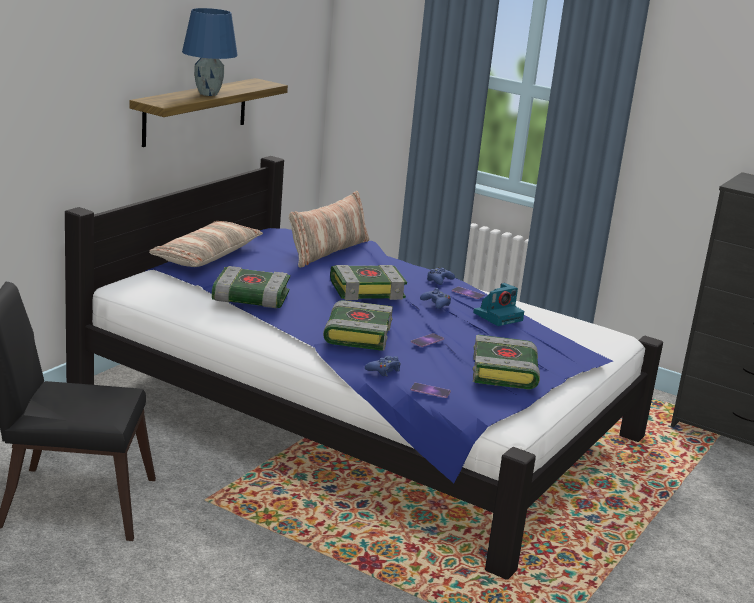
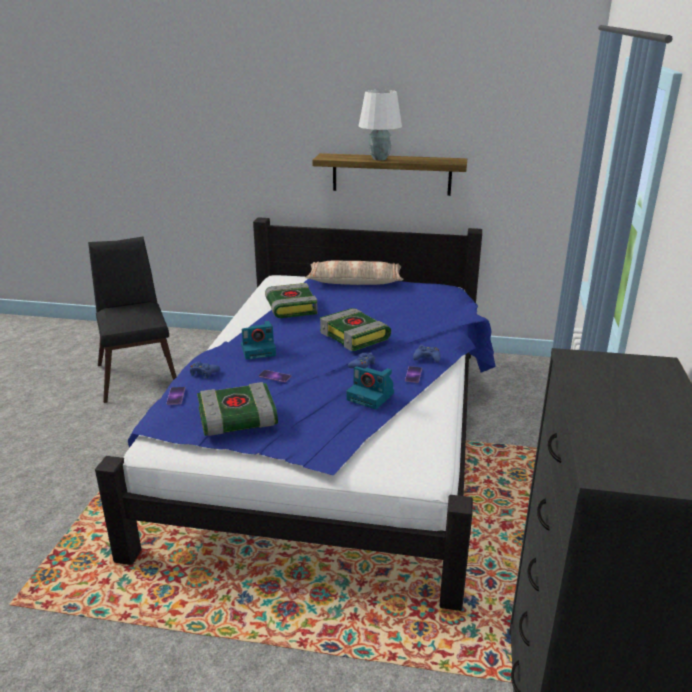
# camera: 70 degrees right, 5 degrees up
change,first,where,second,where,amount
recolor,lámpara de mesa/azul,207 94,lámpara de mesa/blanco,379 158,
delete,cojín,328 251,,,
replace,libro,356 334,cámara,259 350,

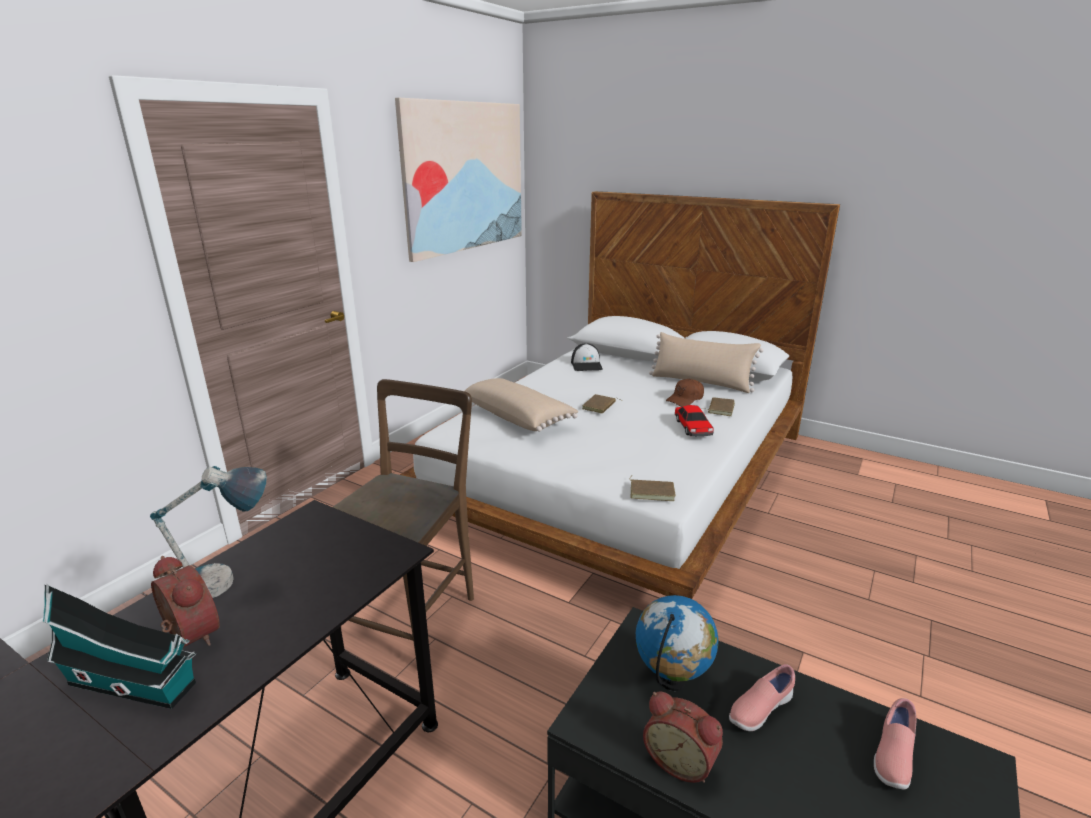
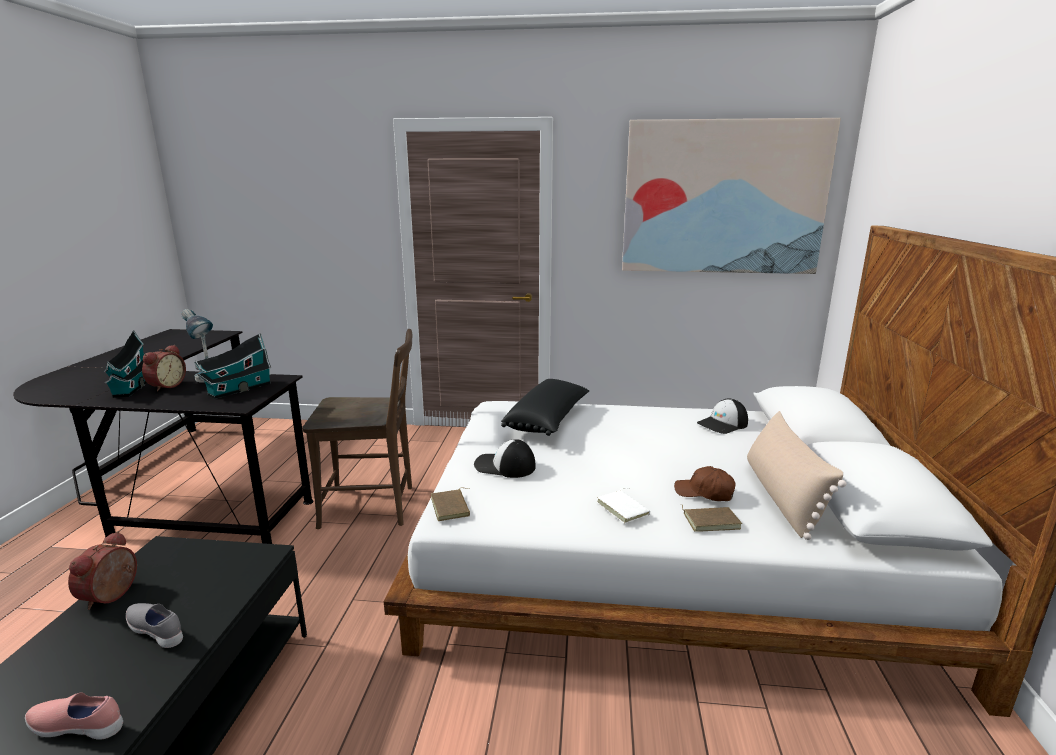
# camera: 65 degrees right, 5 degrees down
change,first,where,second,where,amount
recolor,cojín/beis,518 417,cojín/negro,549 420,
delete,libro/marrón,600 406,,,
delete,globo terráqueo,671 682,,,
replace,coche de juguete,693 428,libro/blanco,624 508,
recolor,zapato/rosa,759 709,zapato/gris,157 631,
insert,,,casita,237 390,
insert,,,gorra,504 466,

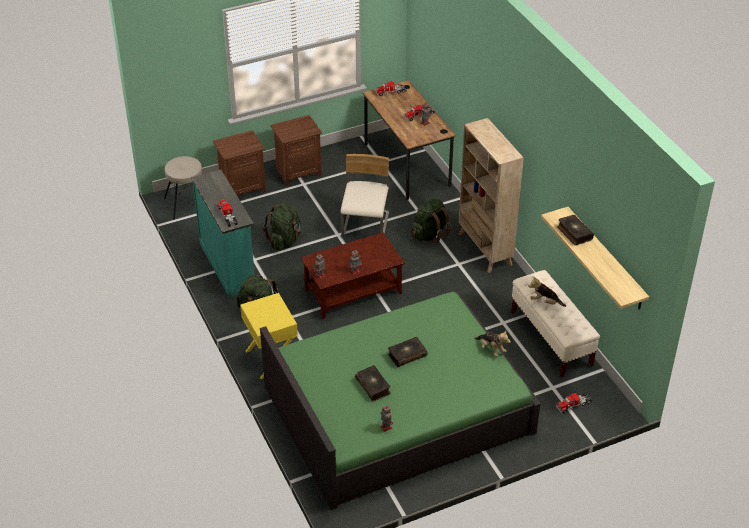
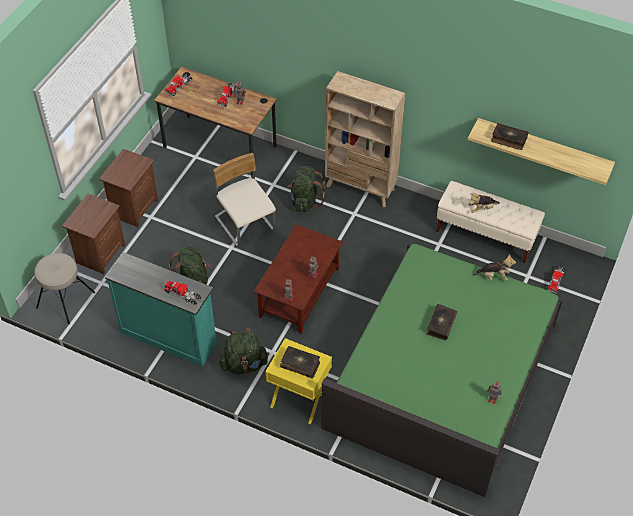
# camera: 40 degrees left, 10 degrees up
change,first,where,second,where,amount
move,libro,373 386,,300 364,

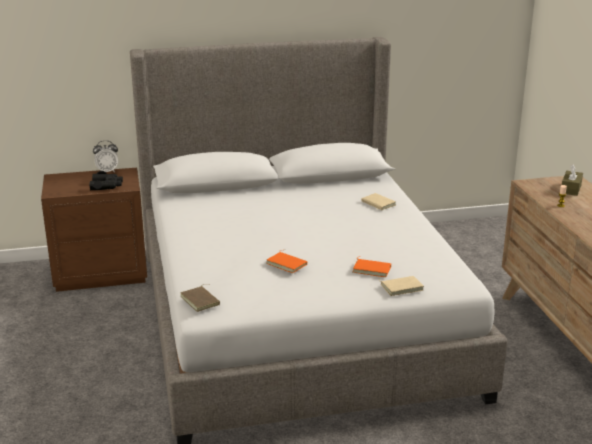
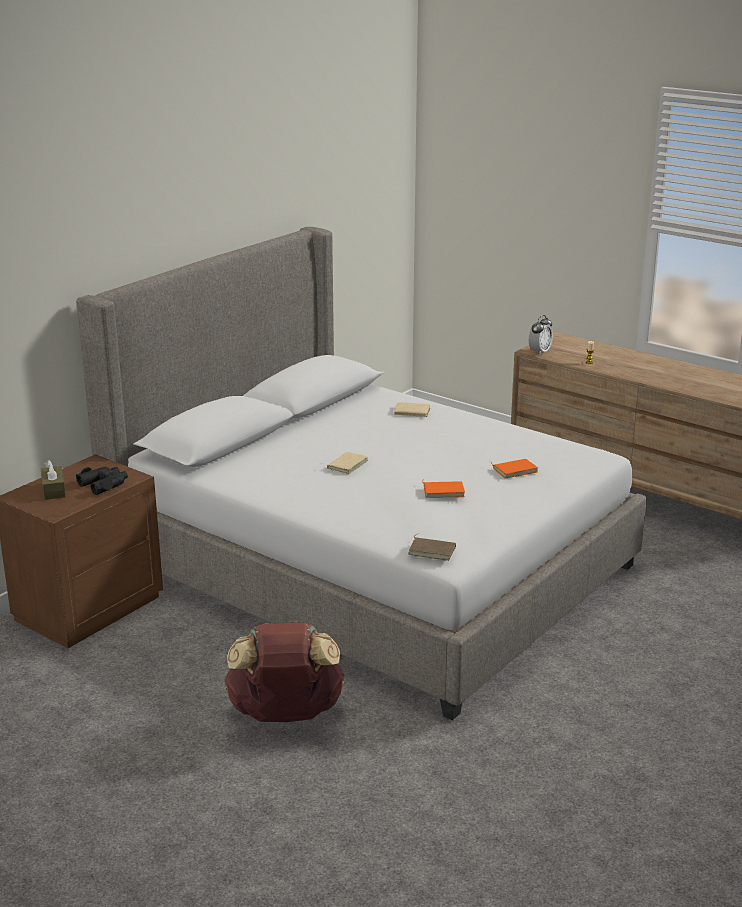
# camera: 40 degrees left, 0 degrees up
change,first,where,second,where,amount
move,despertador,107 171,,539 352,
move,libro/beis,401 287,,346 465,
move,caja de pañuelos/marrón,571 189,,54 490,
insert,,,mochila/marrón,285 715,

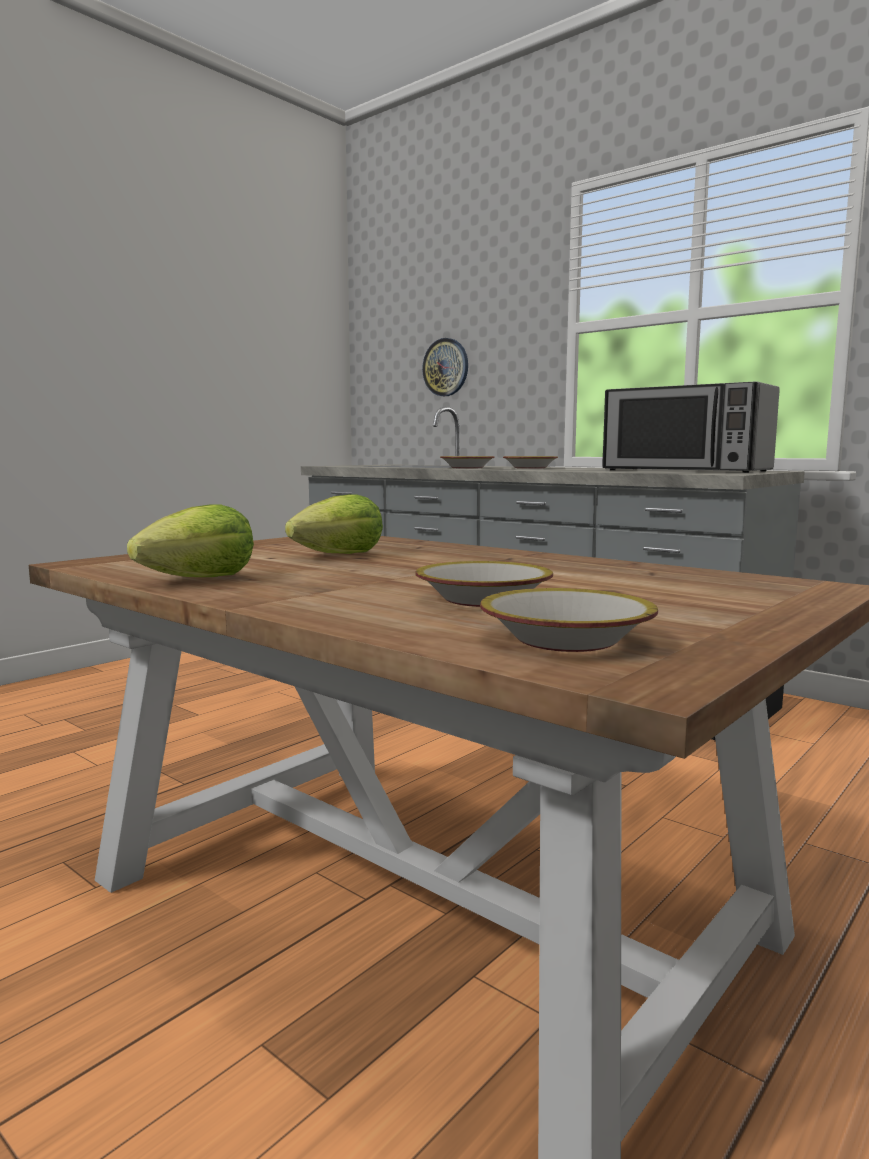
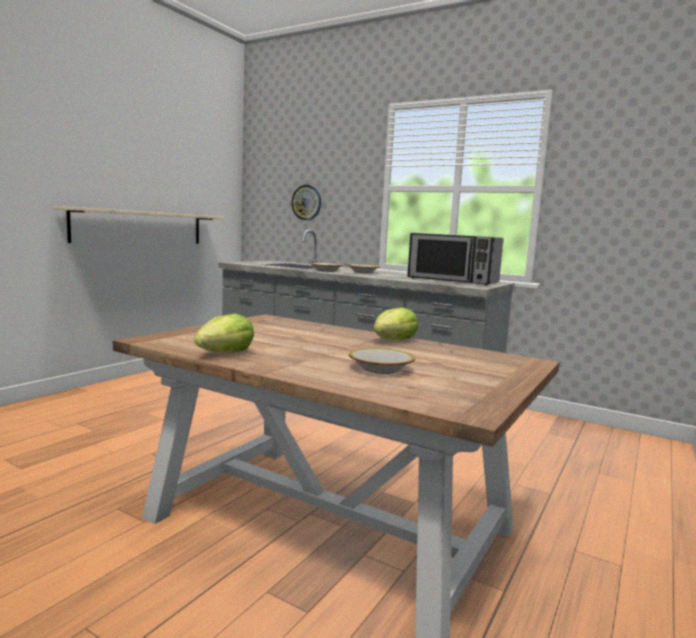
# camera: 10 degrees left, 0 degrees up
change,first,where,second,where,amount
move,lechuga,339 555,,394 340,
delete,cuenco,565 639,,,
insert,,,estante/beis,140 227,

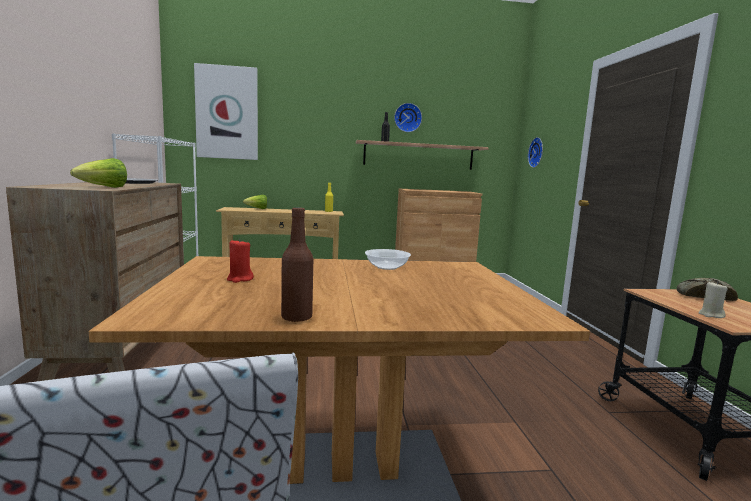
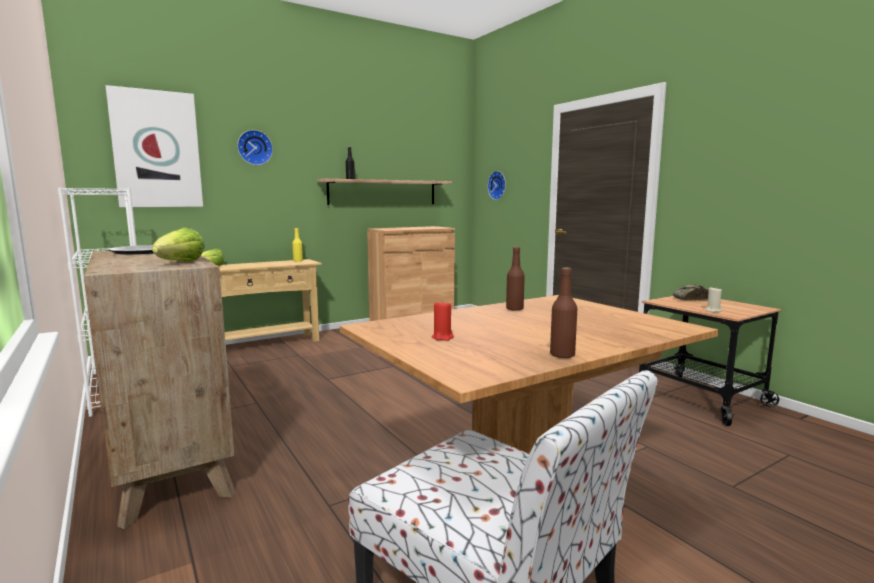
# camera: 25 degrees left, 0 degrees up
change,first,where,second,where,amount
replace,cuenco,386 267,botella/marrón,514 309,
move,reloj de pared,407 117,,254 147,

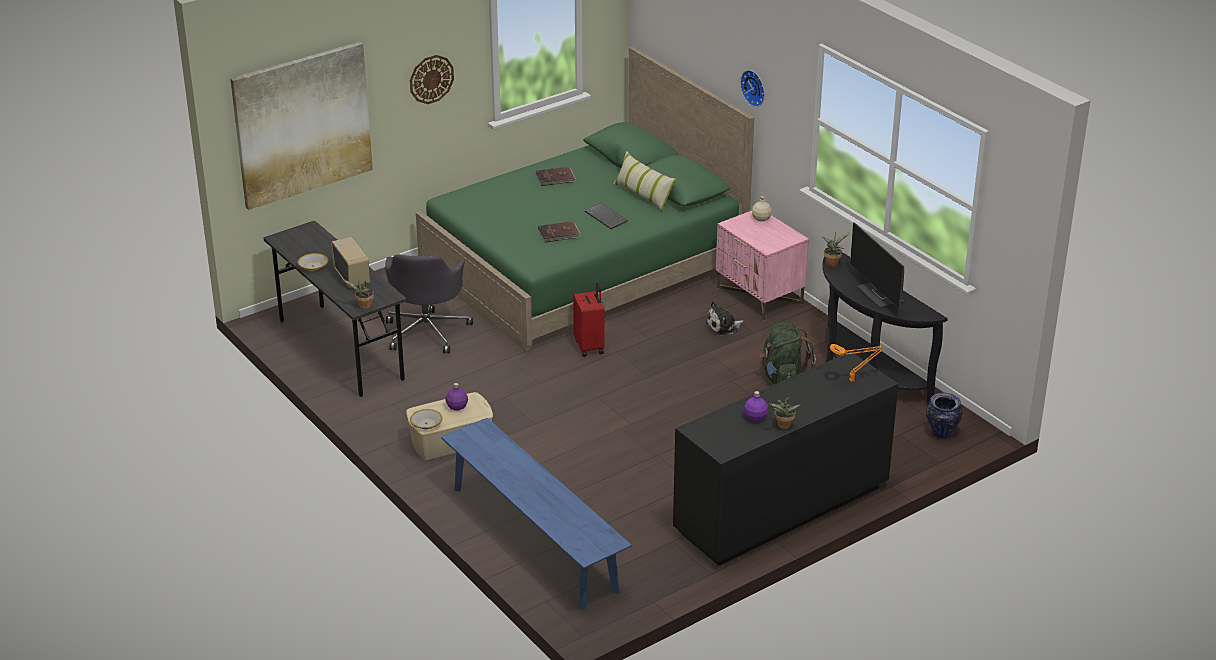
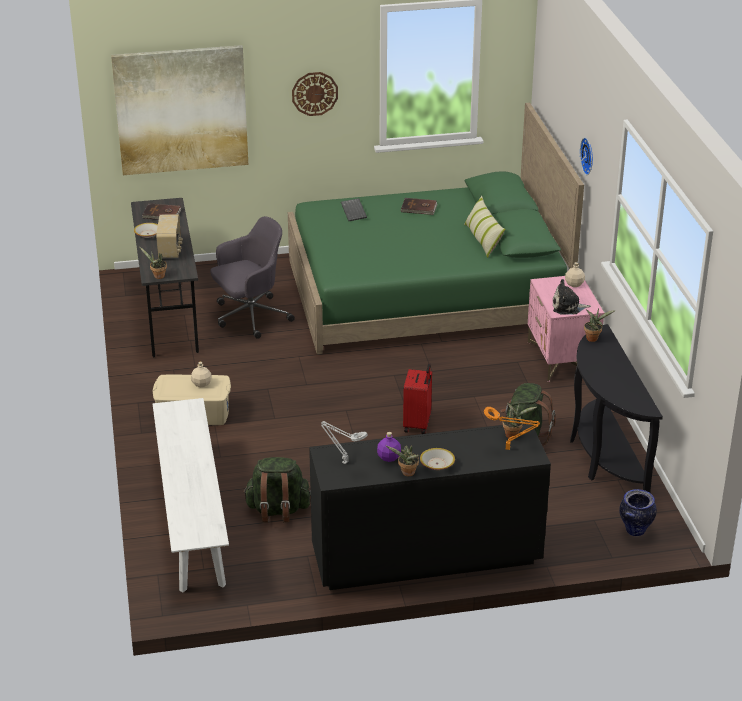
# camera: 25 degrees right, 0 degrees up
change,first,where,second,where,amount
rotate,silla de oficina/gris,427 331,,250 317,150 degrees counterclockwise
move,cuenco,426 424,,437 464,
recolor,banco/azul,534 539,banco/blanco,192 517,
recolor,botella/morado,457 407,botella/beis,202 384,
move,libro/marrón,559 234,,162 214,
move,maleta/rojo,590 346,,418 424,
move,teclado,607 217,,354 211,
move,peluche,724 327,,568 307,
delete,monitor,881 295,,,
insert,,,mochila/verde,278 510,
insert,,,lámpara de mesa/gris,343 462,
insert,,,planta en maceta,513 434,

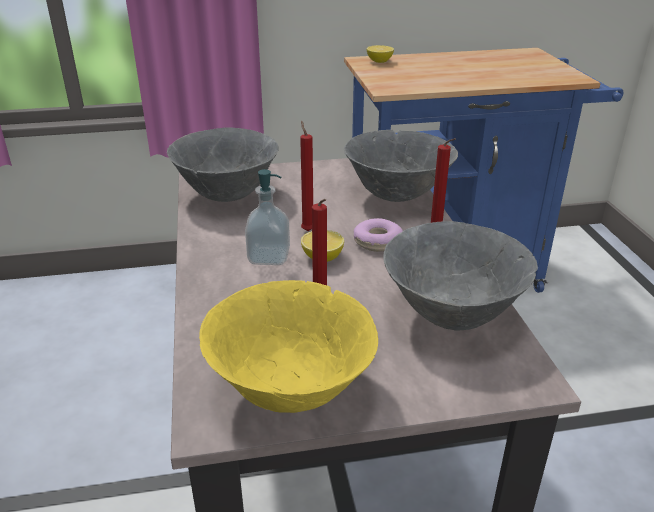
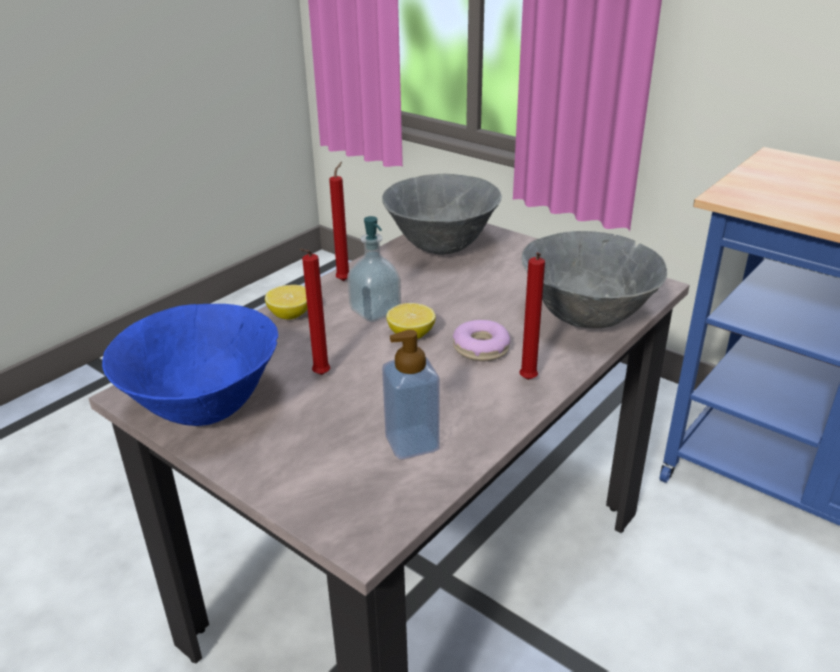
# camera: 50 degrees right, 0 degrees up
change,first,where,second,where,amount
recolor,cuenco/amarillo,290 391,cuenco/azul,205 409,
move,vela/rojo,307 230,,345 280,
move,limón,379 61,,290 315,
replace,cuenco/gris,452 315,dispensador de jabón,412 443,

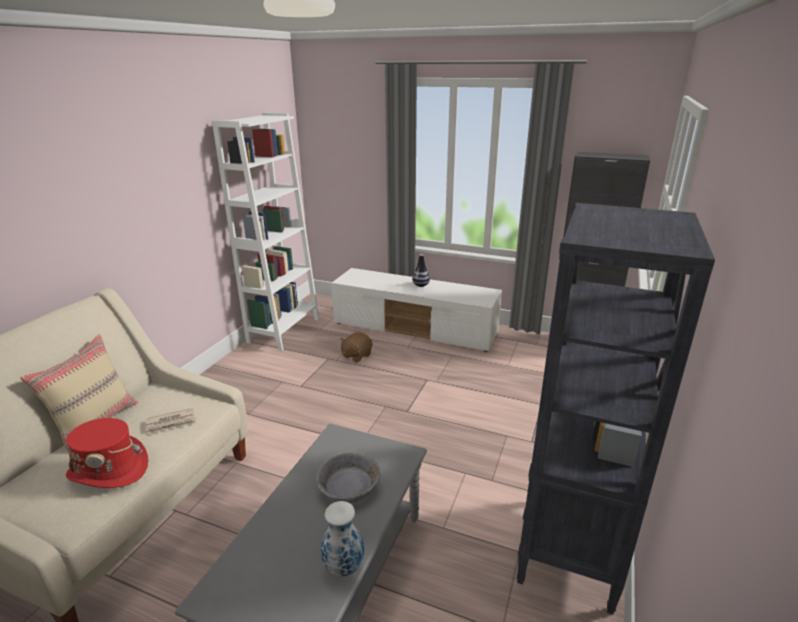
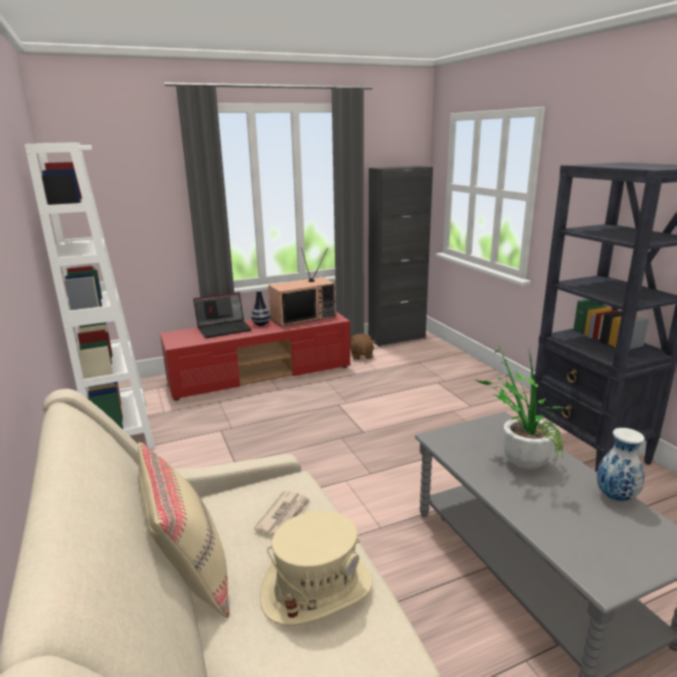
# camera: 45 degrees left, 5 degrees down
change,first,where,second,where,amount
recolor,sombrero/rojo,109 469,sombrero/beis,317 589,
replace,cuenco/gris,349 487,planta en maceta,518 458,
recolor,mueble de televisión/blanco,416 329,mueble de televisión/rojo,261 374,
move,peluche/marrón,356 355,,361 355,
insert,,,portátil,224 328,
insert,,,televisor,303 317,

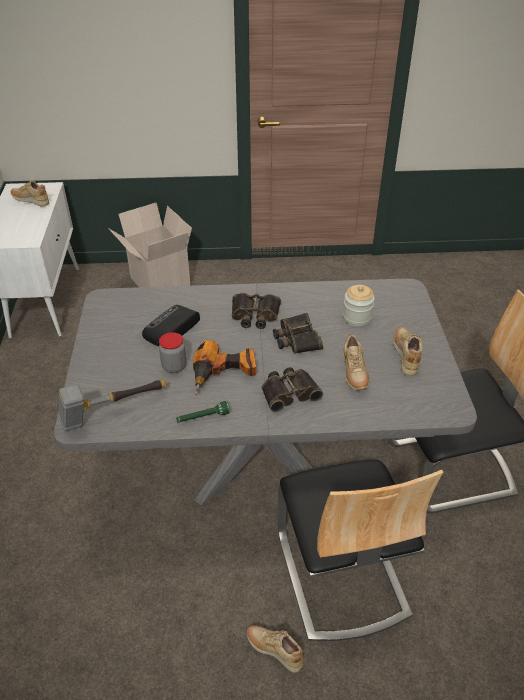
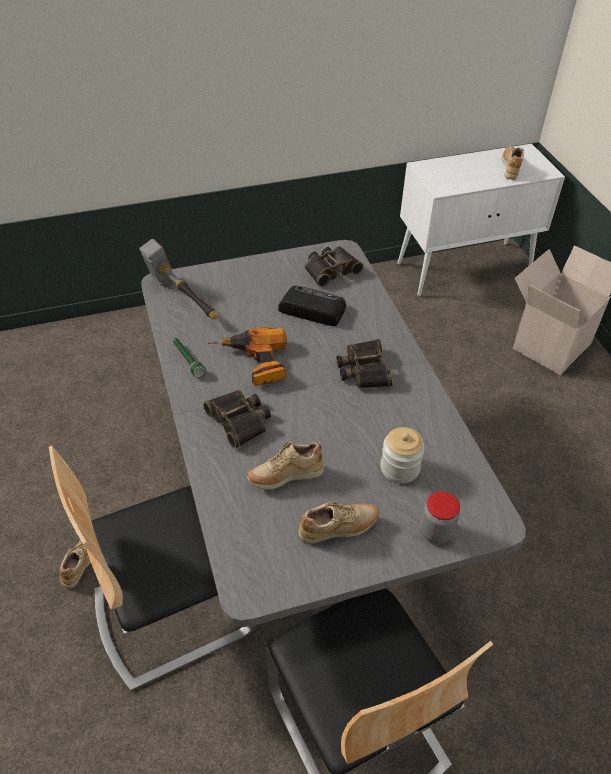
# camera: 75 degrees right, 5 degrees up
change,first,where,second,where,amount
move,tarro,174 366,,436 532,
move,prismáticos,296 339,,330 269,

